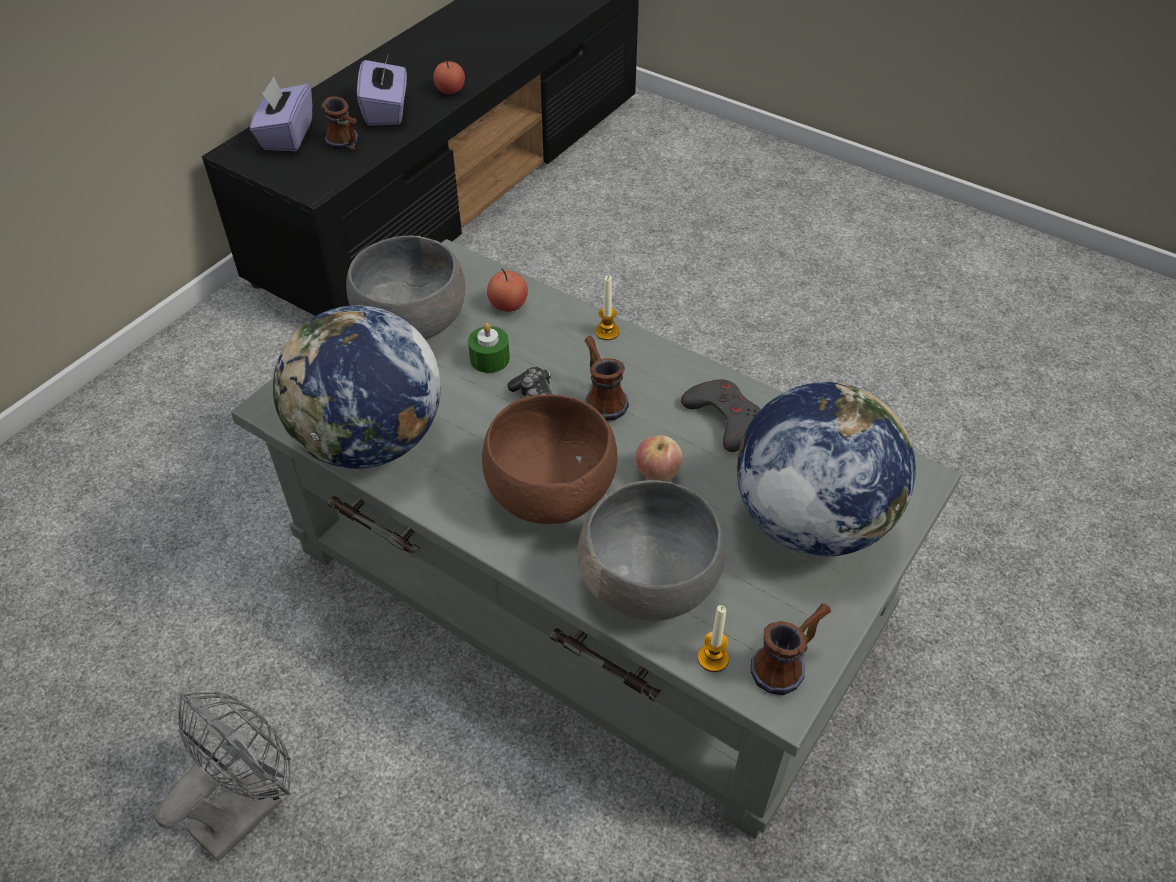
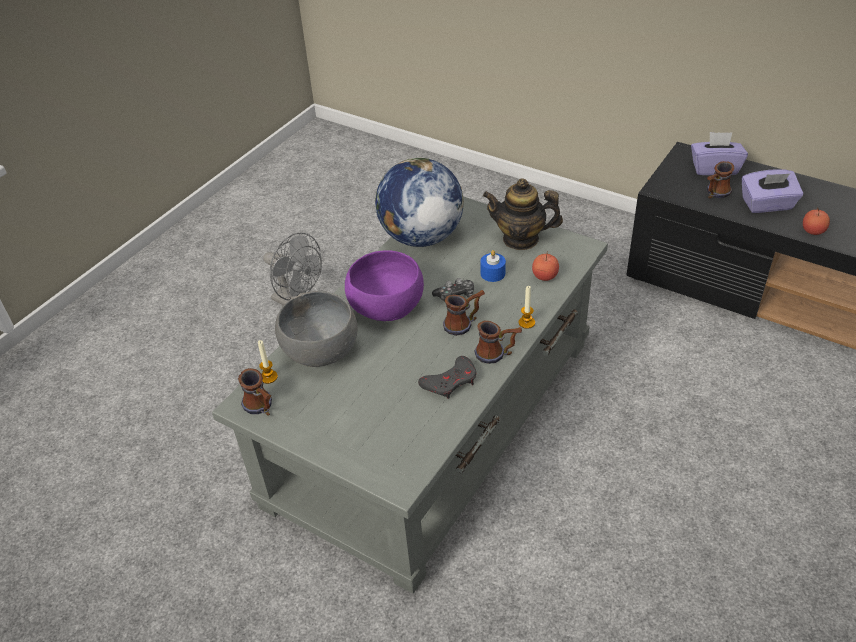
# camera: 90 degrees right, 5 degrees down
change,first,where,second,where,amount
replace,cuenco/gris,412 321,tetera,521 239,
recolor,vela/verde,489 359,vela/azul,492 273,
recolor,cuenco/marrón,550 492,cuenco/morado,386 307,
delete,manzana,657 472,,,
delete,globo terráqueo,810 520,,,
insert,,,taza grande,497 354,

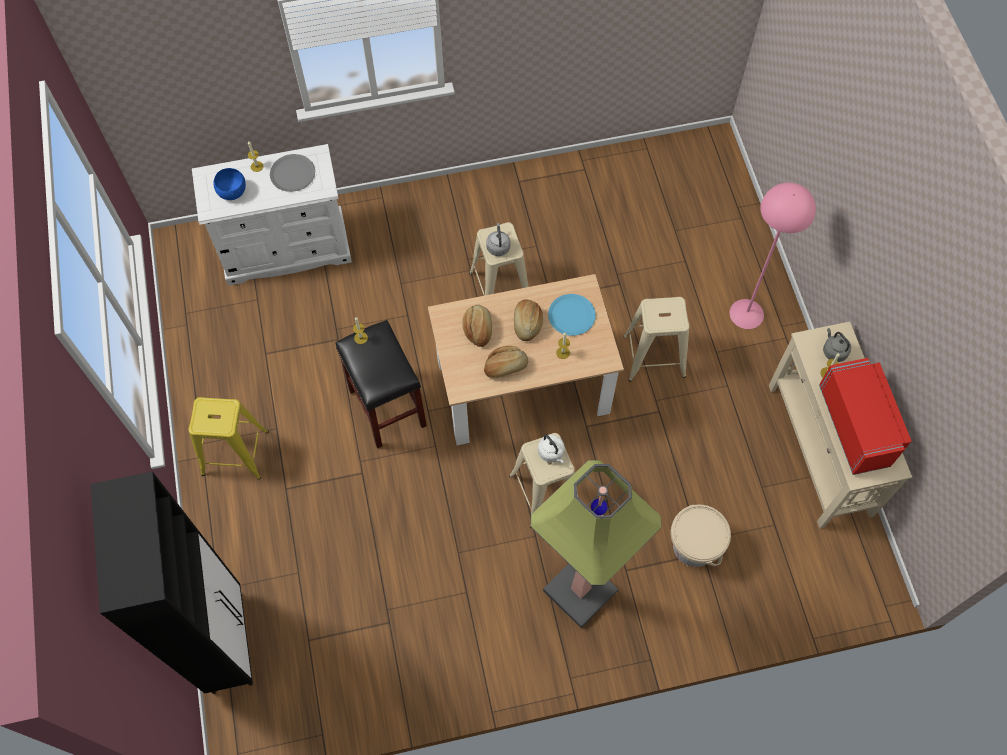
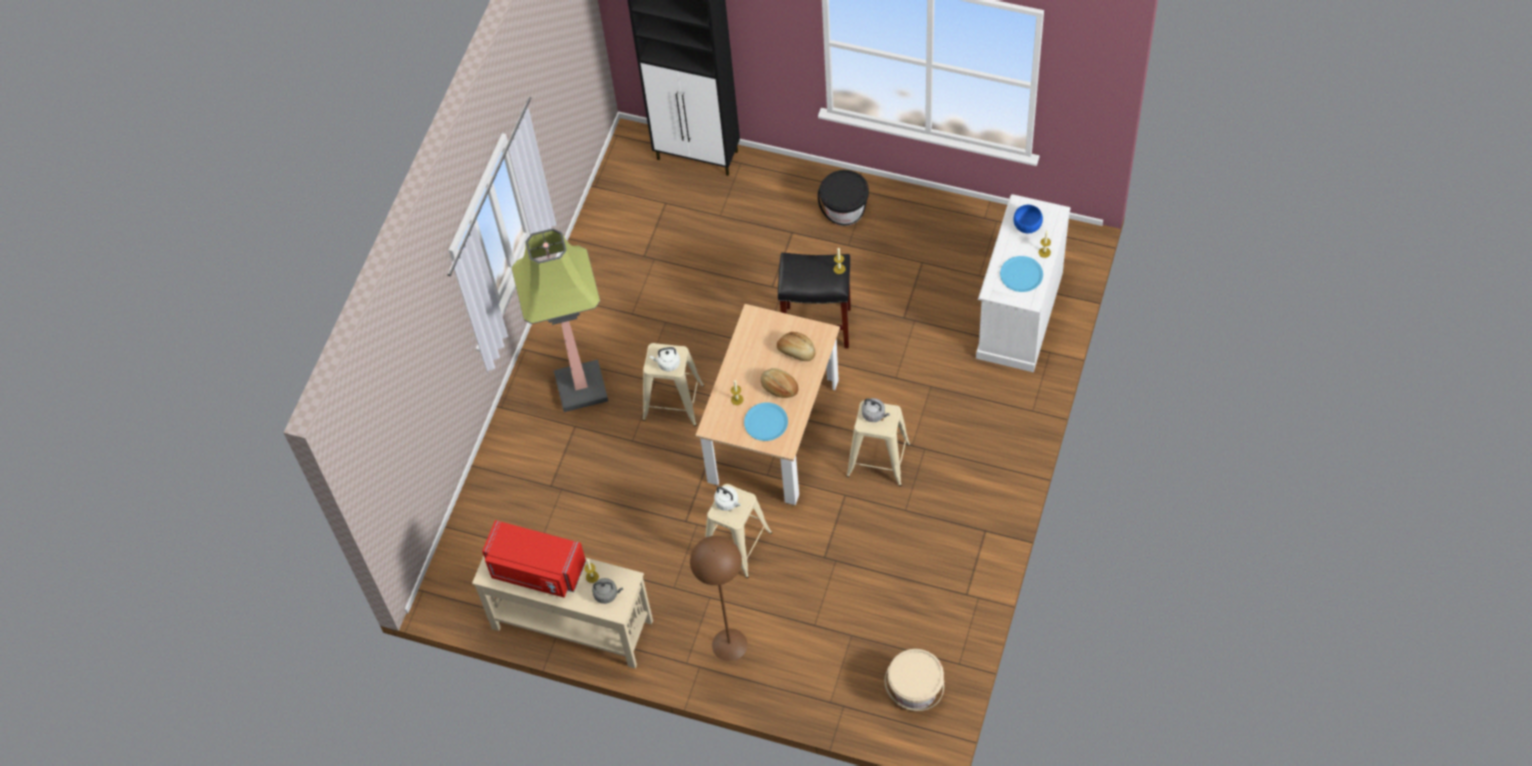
# camera: 125 degrees right, 5 degrees down
change,first,where,second,where,amount
replace,taburete/amarillo,235 452,cubo/negro,844 210,
recolor,plato/gris,292 173,plato/azul,1021 275,
delete,pan,505 367,,,
move,cubo/beis,694 545,,915 690,
recolor,lámpara de pie/rosa,747 314,lámpara de pie/marrón,729 645,
insert,,,hervidor/blanco,728 502,

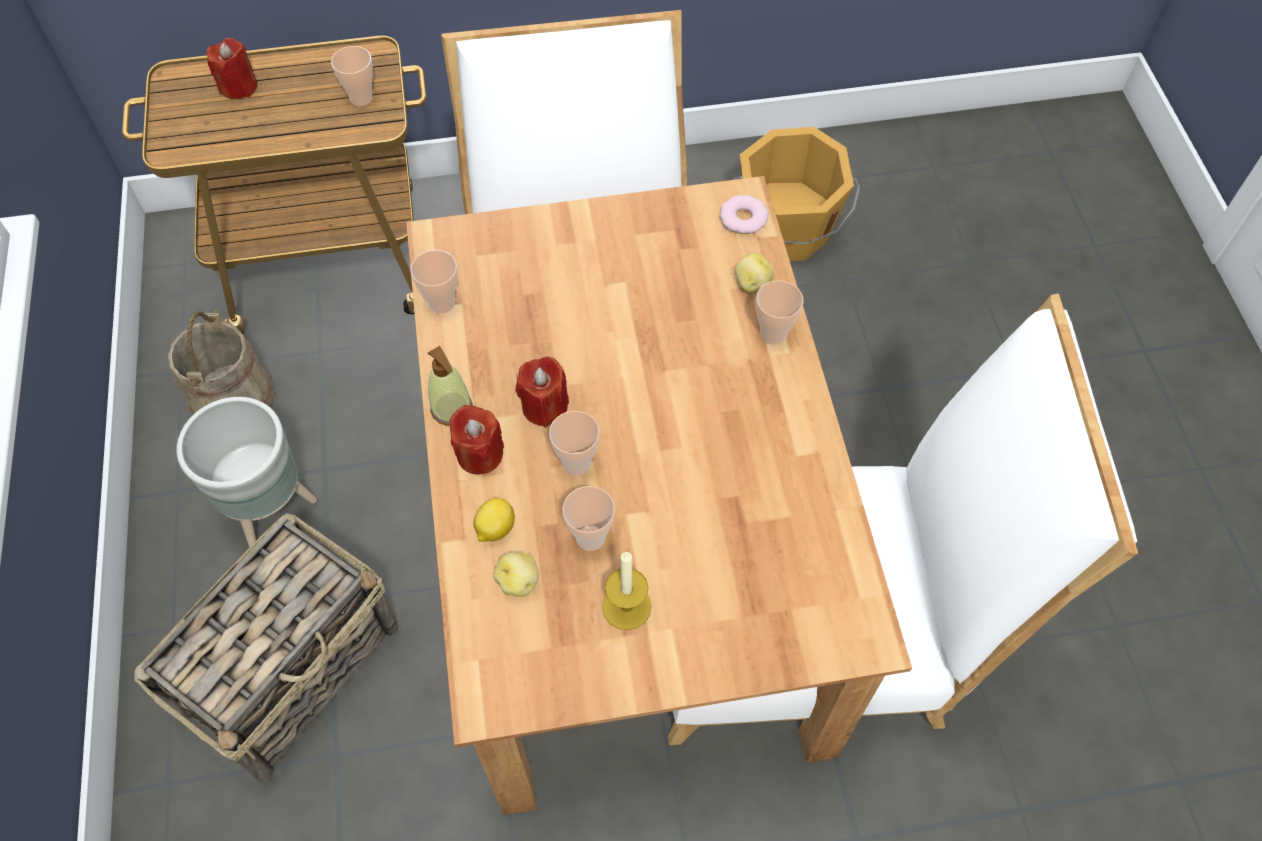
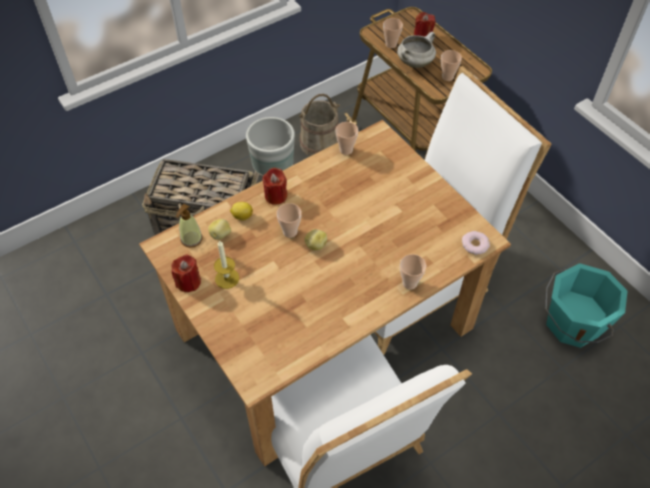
# camera: 65 degrees right, 5 degrees down
change,first,where,second,where,amount
move,dispensador de jabón,452 409,,191 239,
move,vela/rojo,544 406,,188 282,
move,taza,590 537,,391 44,
recolor,cubo/naranja,785 231,cubo/turquesa,572 323,
move,patata,752 284,,315 245,
insert,,,olla/blanco,415 62,

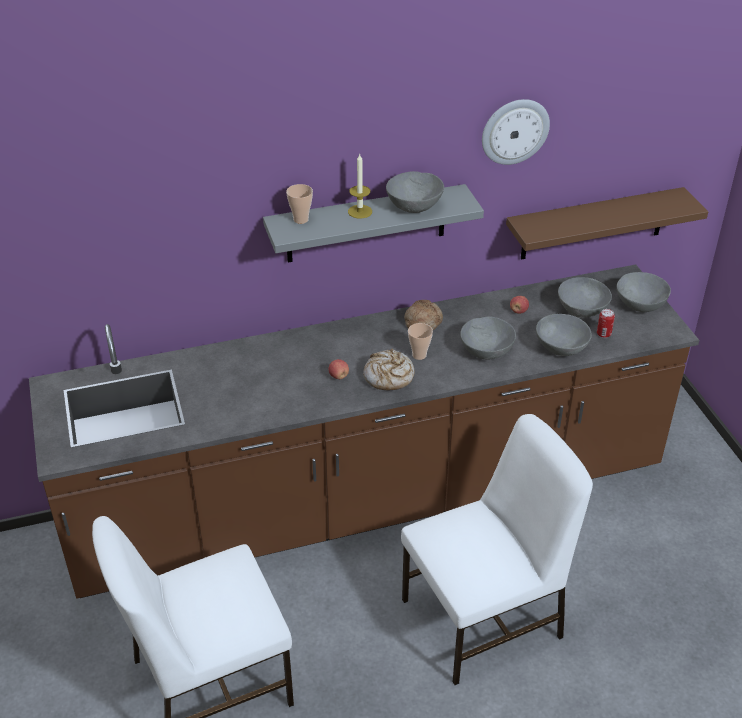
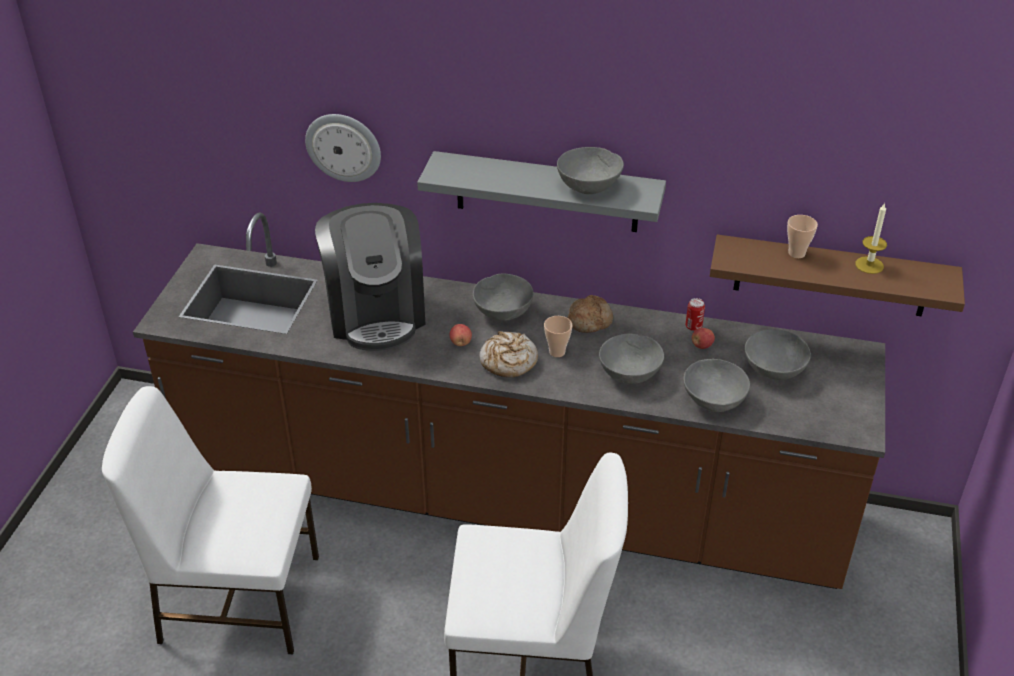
# camera: 30 degrees right, 0 degrees up
change,first,where,second,where,amount
move,taza,301 219,,796 253,
move,vela,360 211,,869 265,
move,reloj de pared,514 131,,344 147,
move,lata,603 334,,693 326,
move,cuenco/gris,640 305,,502 312,
insert,,,cafetera,376 313,

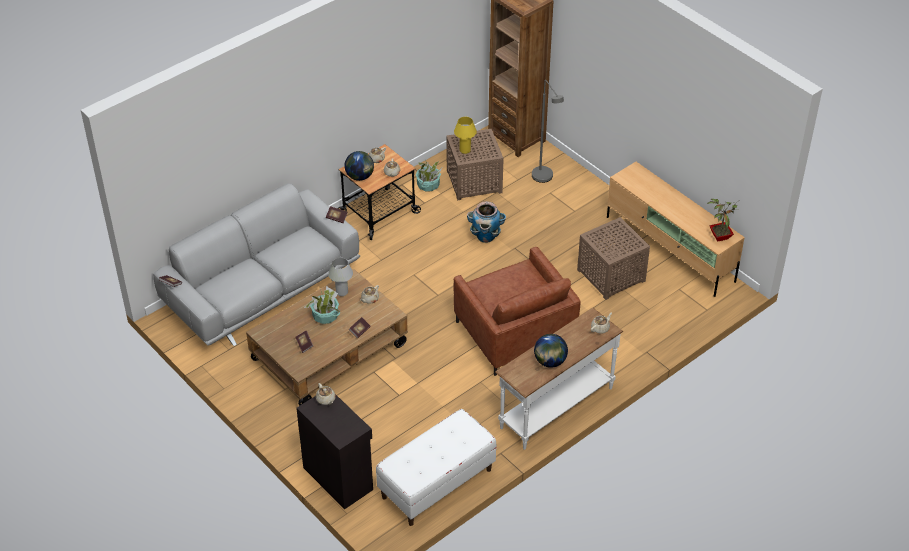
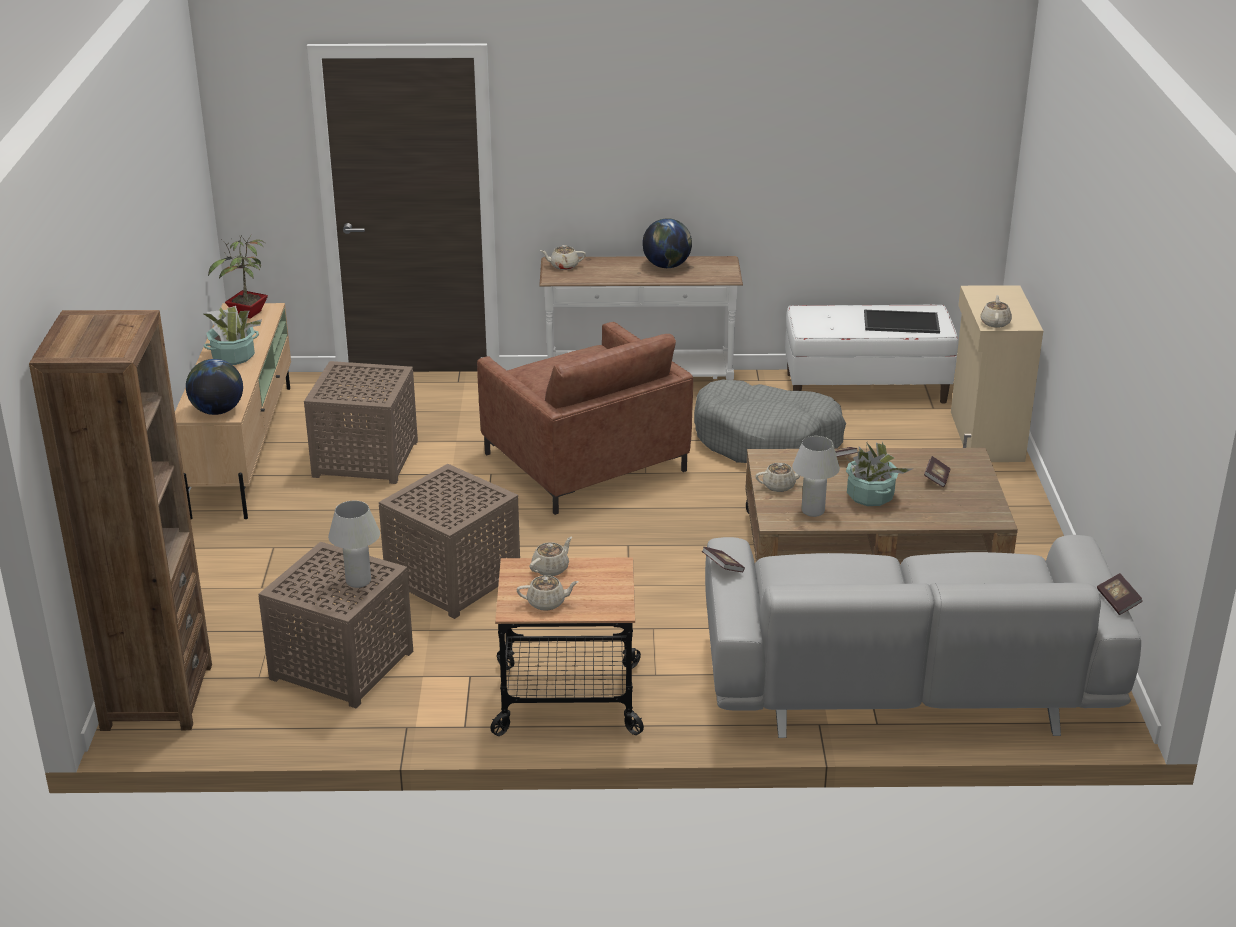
# camera: 140 degrees left, 15 degrees down
change,first,where,second,where,amount
recolor,armario/negro,338 477,armario/beis,985 436,
move,globo terráqueo,360 176,,217 411,
move,planta en maceta,428 185,,233 357,
recolor,lámpara de mesa/amarillo,465 150,lámpara de mesa/blanco,358 581,
rotate,sillón/marrón,514 333,,584 462,135 degrees clockwise
replace,maceta,486 236,mesa auxiliar/marrón,450 580,
delete,lámpara de pie/gris,544 179,,,
insert,,,cama para perro/gris,767 440,
insert,,,bandeja,900 323,

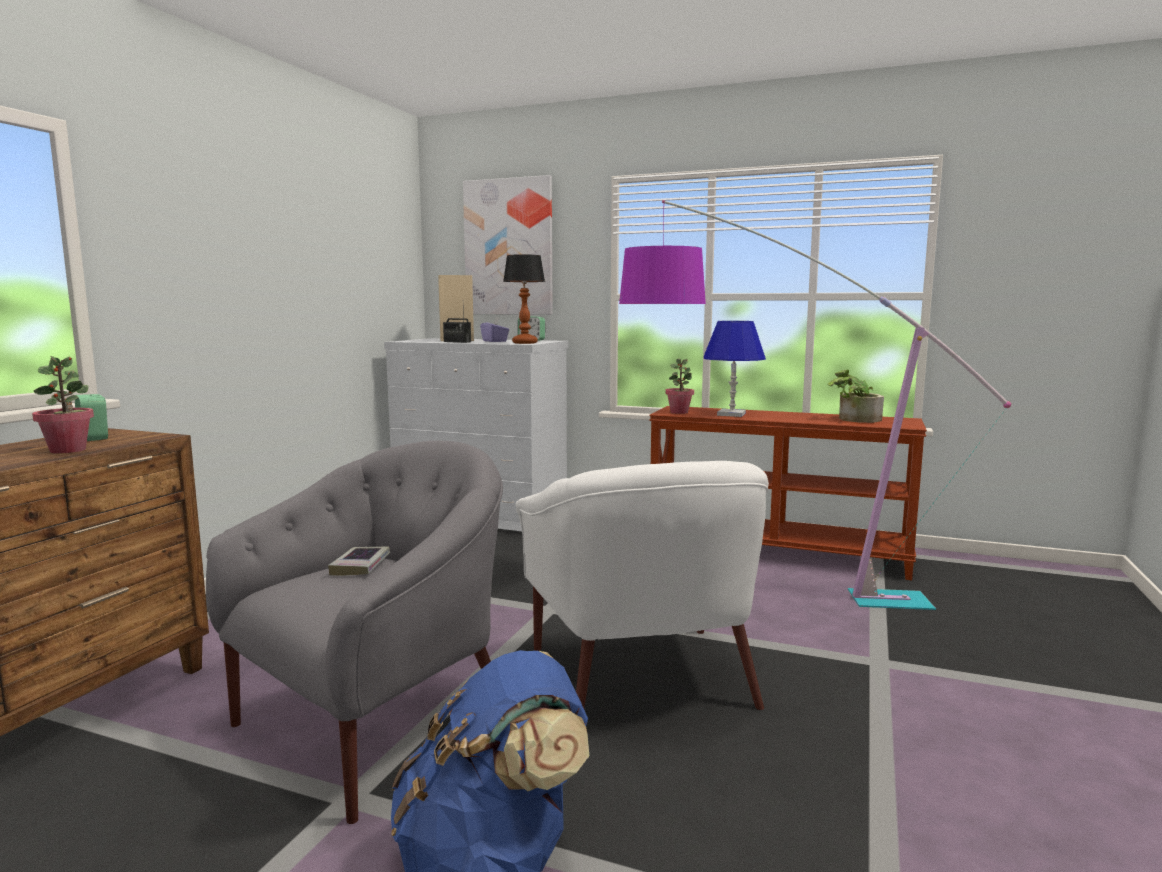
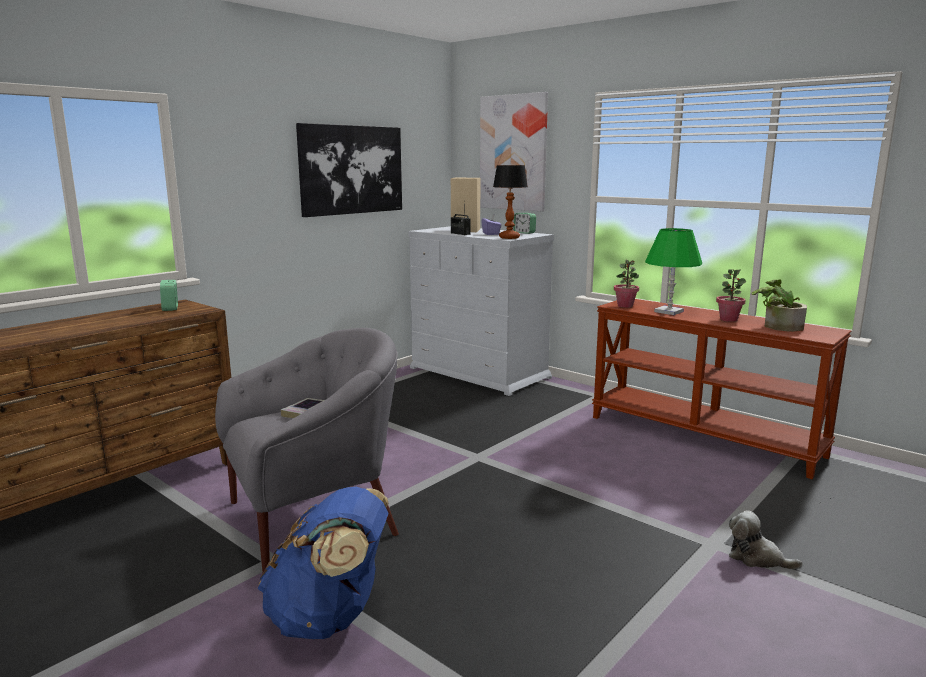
# camera: 20 degrees right, 5 degrees up
change,first,where,second,where,amount
move,planta en maceta,68 450,,728 319,
delete,sillón/blanco,643 676,,,
delete,lámpara de pie,759 594,,,
recolor,lámpara de mesa/azul,731 414,lámpara de mesa/verde,669 311,
insert,,,cuadro,351 169,
insert,,,peluche,757 558,

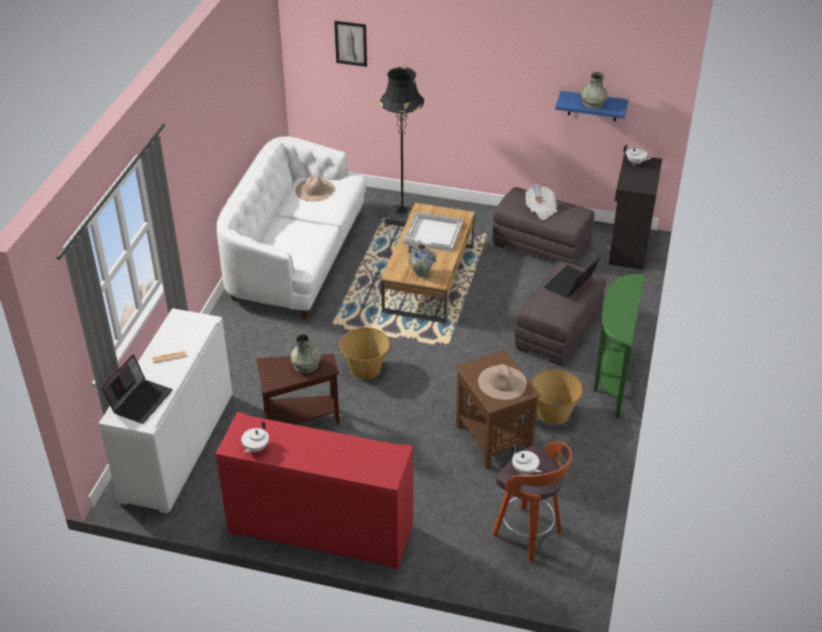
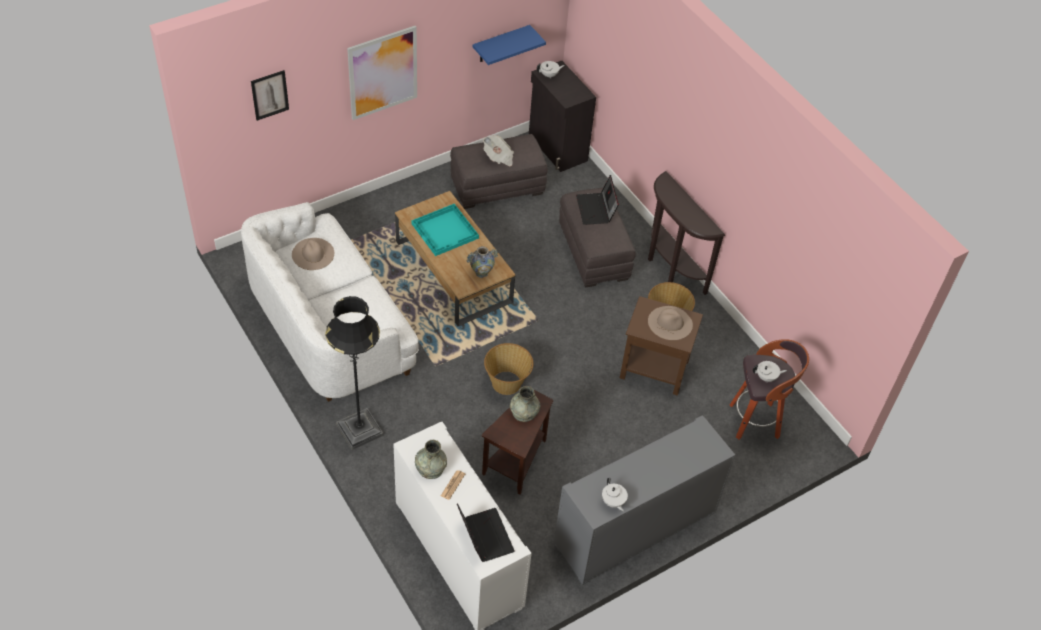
# camera: 50 degrees left, 10 degrees up
change,first,where,second,where,amount
recolor,armario/rojo,320 529,armario/gris,635 527,
move,lámpara de pie/negro,402 217,,359 430,
recolor,bandeja/blanco,433 233,bandeja/turquesa,445 231,
move,florero/gris,593 103,,430 468,
recolor,mesa consola/verde,611 380,mesa consola/marrón,670 267,
insert,,,cuadro,382 72,

